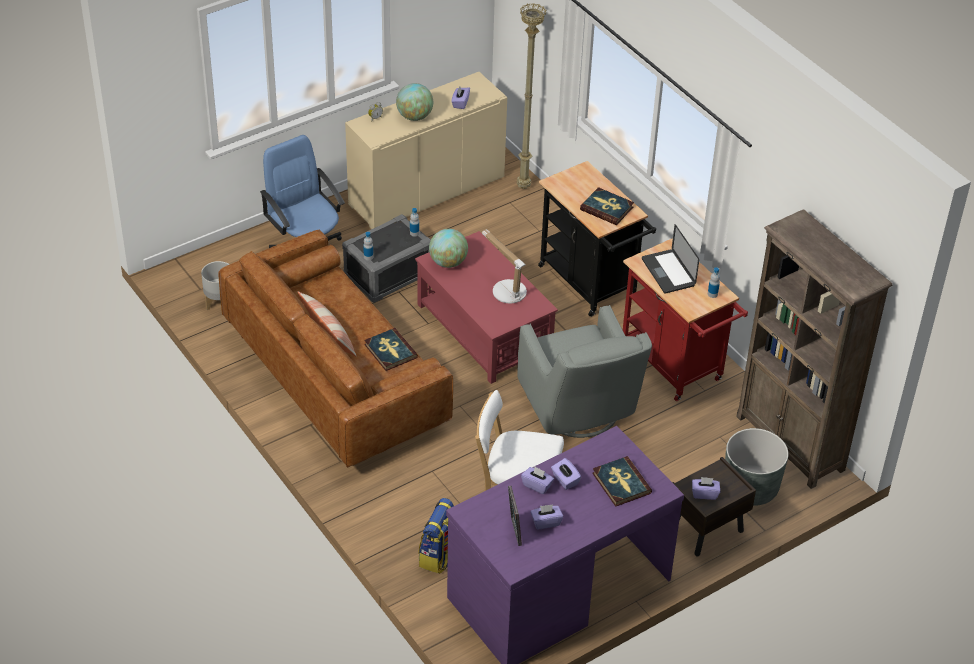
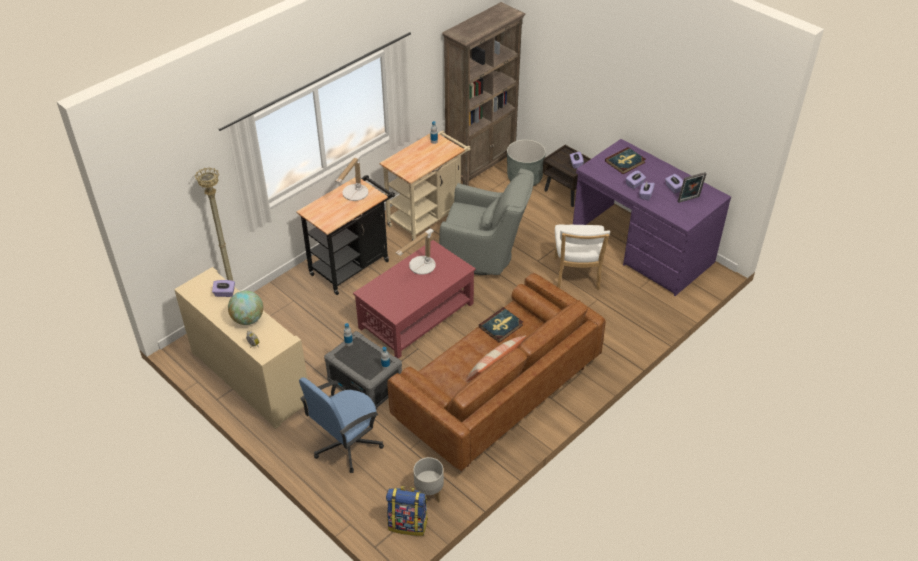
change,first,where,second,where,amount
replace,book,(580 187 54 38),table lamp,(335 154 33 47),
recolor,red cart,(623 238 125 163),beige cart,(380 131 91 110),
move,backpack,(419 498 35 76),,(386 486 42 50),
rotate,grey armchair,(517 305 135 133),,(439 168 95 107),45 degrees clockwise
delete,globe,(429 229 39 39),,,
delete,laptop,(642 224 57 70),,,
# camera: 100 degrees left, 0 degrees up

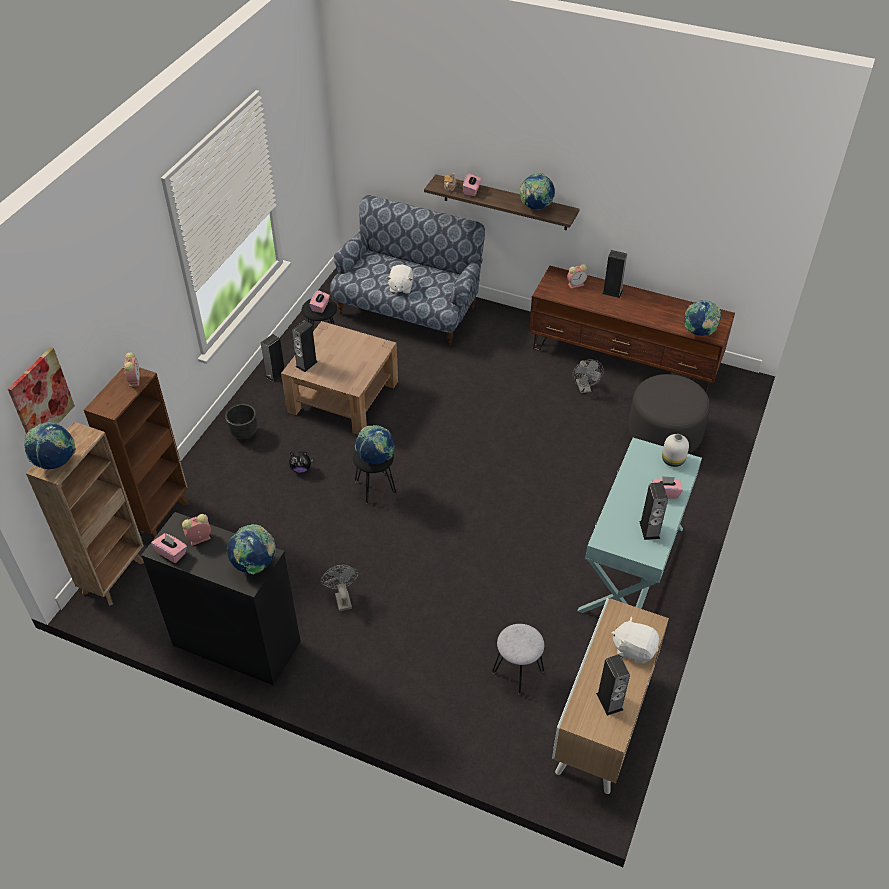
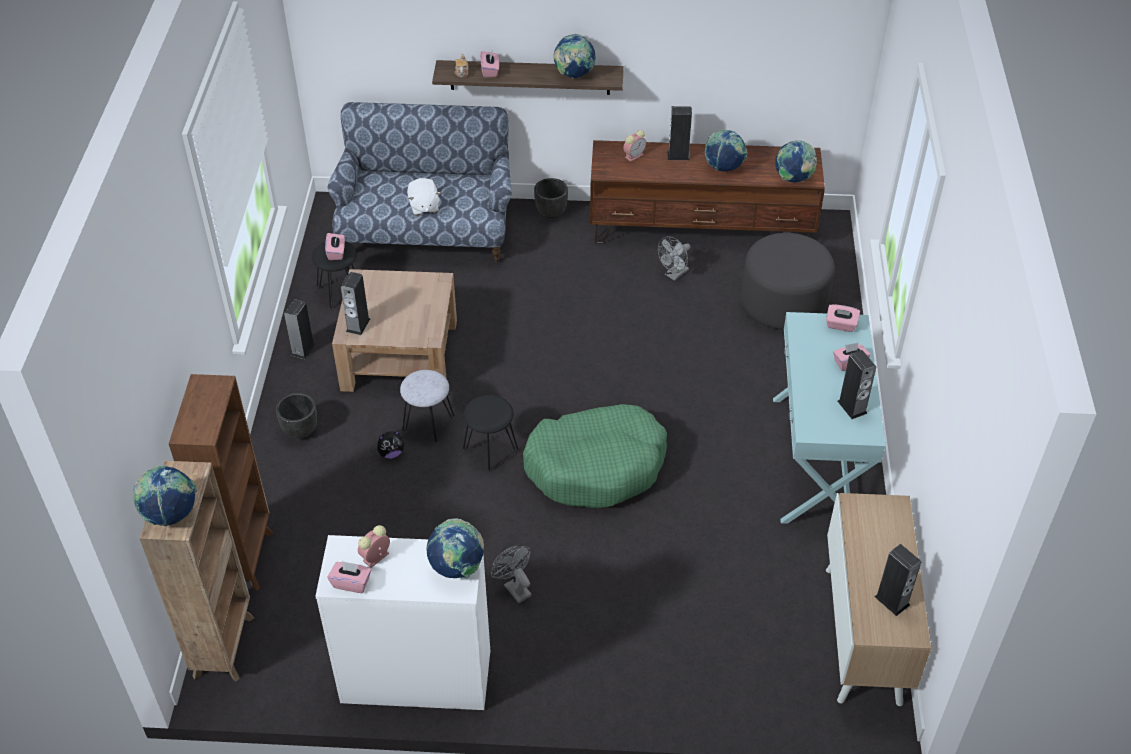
change,first,where,second,where,amount
recolor,black dresser,(141 512 159 174),white dresser,(315 535 175 175),
move,grey stool,(492 624 52 71),,(400 370 54 74),
insert,,,green dog bed,(523 404 144 104),
insert,,,black planter,(534 178 34 40),
rotate,grey fan,(572 360 32 33),,(658 236 32 45),75 degrees clockwise
move,globe,(355 425 40 39),,(705 130 42 42),
replace,white vase,(662 434 27 33),pink tissue box,(826 304 34 28),
delete,picture,(8 347 67 87),,,
delete,alarm clock,(123 352 17 35),,,
delete,white plush toy,(612 617 47 47),,,
# camera: 20 degrees left, 0 degrees up

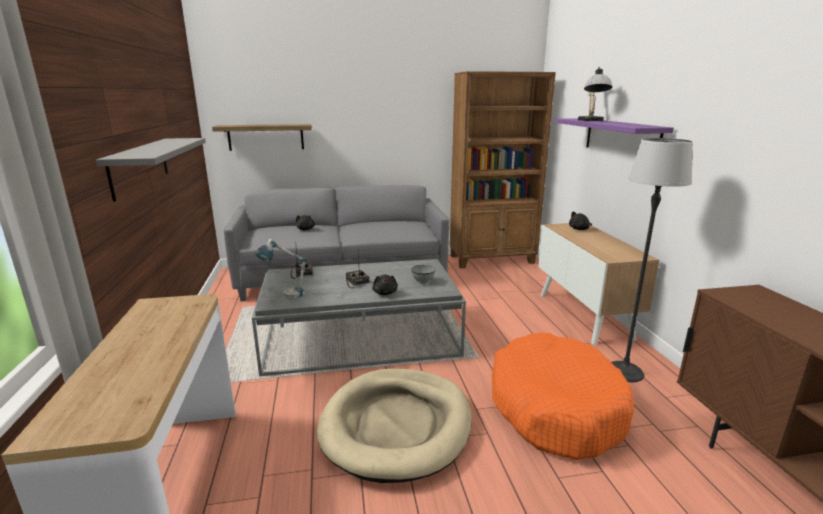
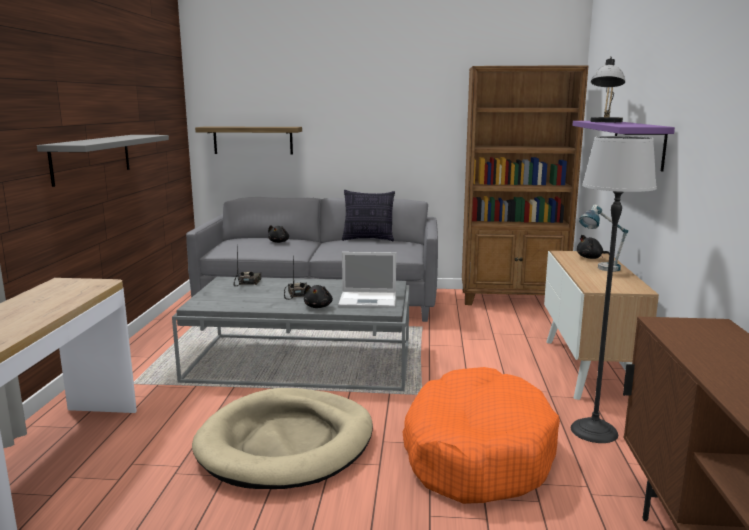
change,first,where,second,where,amount
replace,grey bowl,(411 265 24 19),laptop,(338 252 58 56),
insert,,,pillow,(342 190 53 51),
move,table lamp,(254 239 53 60),,(579 205 49 67),
# camera: 15 degrees right, 5 degrees down

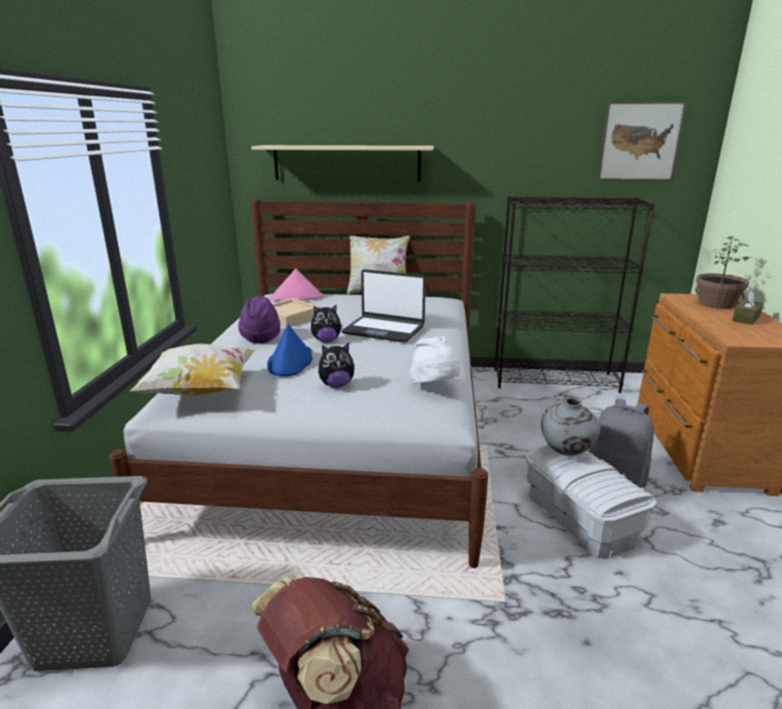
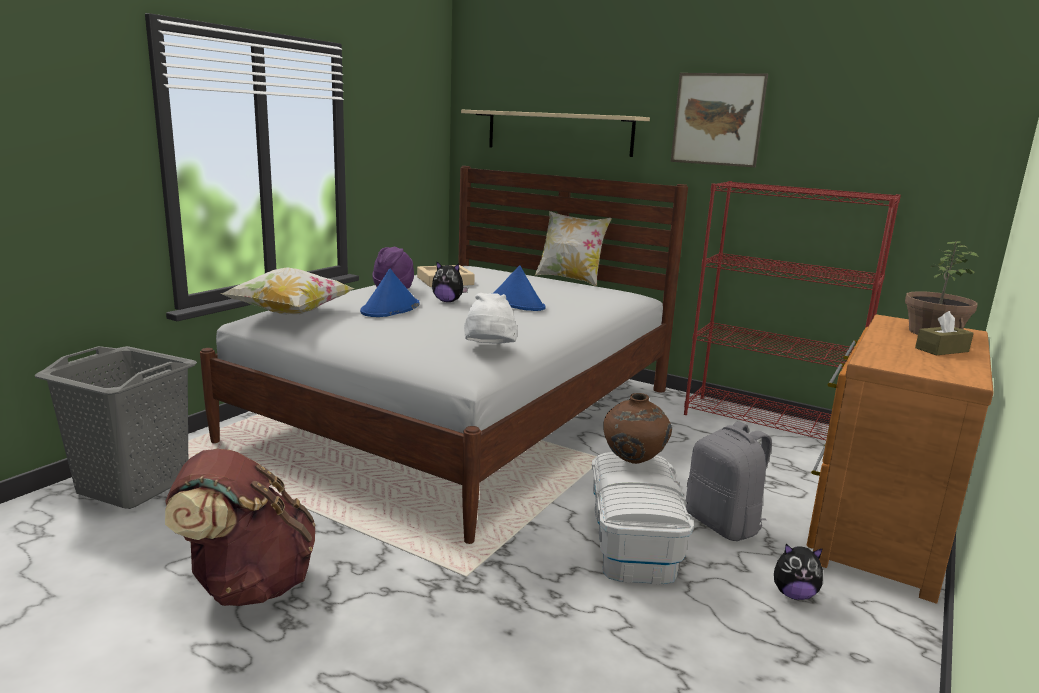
change,first,where,second,where,amount
replace,laptop,(342 269 84 74),blue hat,(494 265 52 46),
recolor,grey vase,(541 398 60 58),brown vase,(603 393 69 71),
move,picture,(597 101 90 80),,(671 73 97 94),
recolor,black bookcase,(495 196 160 197),red bookcase,(684 181 217 259),
move,plush toy,(318 343 37 45),,(774 544 49 56),
delete,pink hat,(270 269 53 32),,,
# camera: 25 degrees right, 5 degrees down

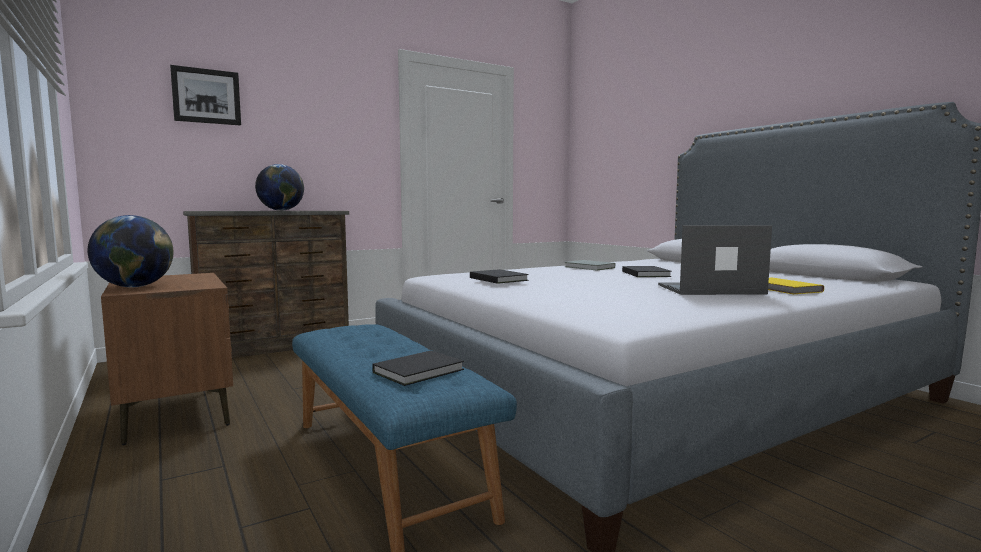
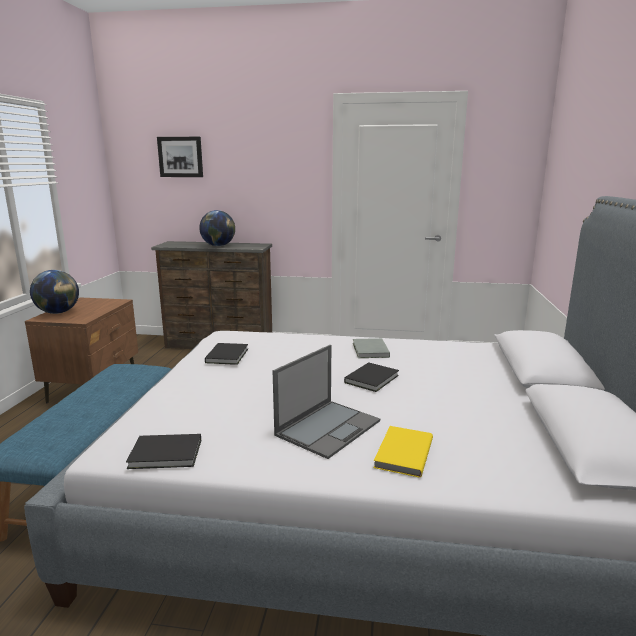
change,first,where,second,where,amount
move,black book,(372 351 92 35),,(126 434 75 35),
rotate,laptop,(658 225 114 70),,(273 345 107 114),90 degrees clockwise
# camera: 40 degrees right, 10 degrees up

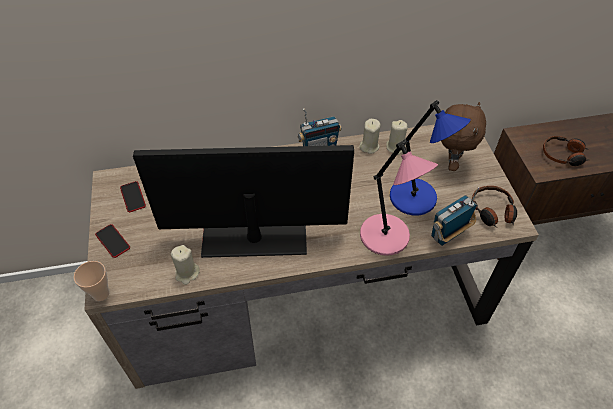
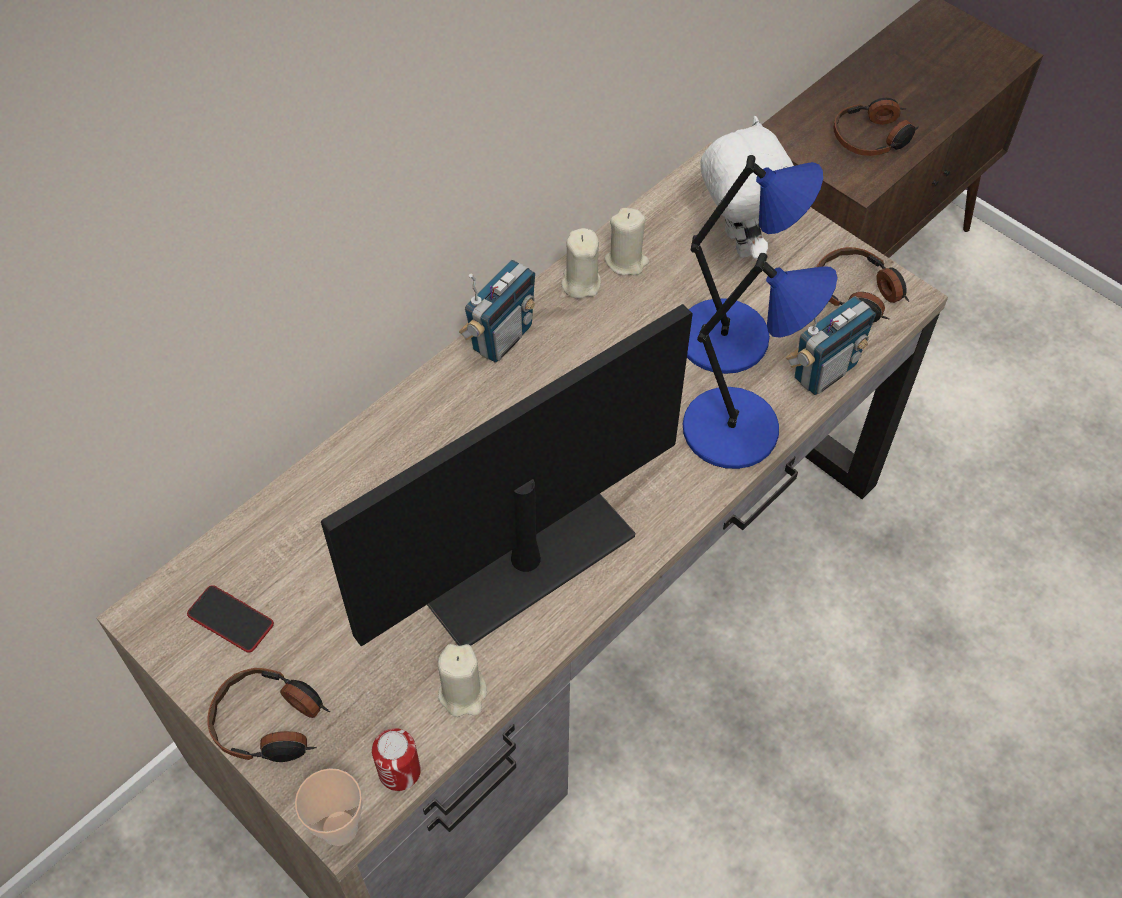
change,first,where,second,where,amount
replace,phone,(95 224 35 34),headphones,(207 668 123 94),
insert,,,can,(372 728 49 63),
recolor,pink table lamp,(360 140 78 116),blue table lamp,(683 253 154 216),
recolor,brown plush toy,(441 102 45 69),white plush toy,(700 116 94 143),
rotate,radio,(431 187 49 59),,(786 296 90 99),150 degrees counterclockwise
# camera: 35 degrees left, 5 degrees up

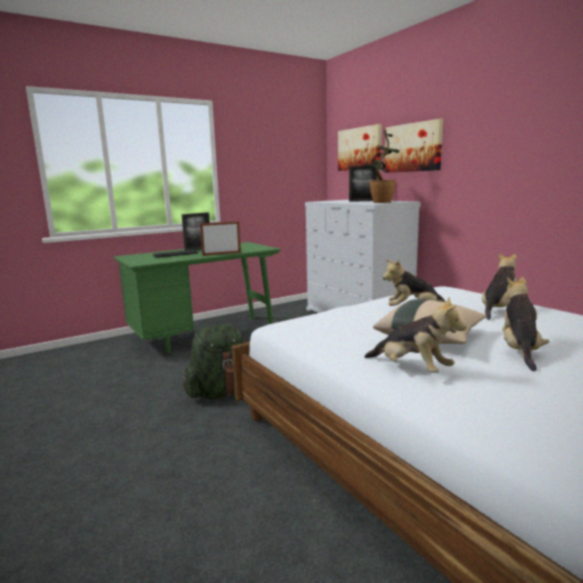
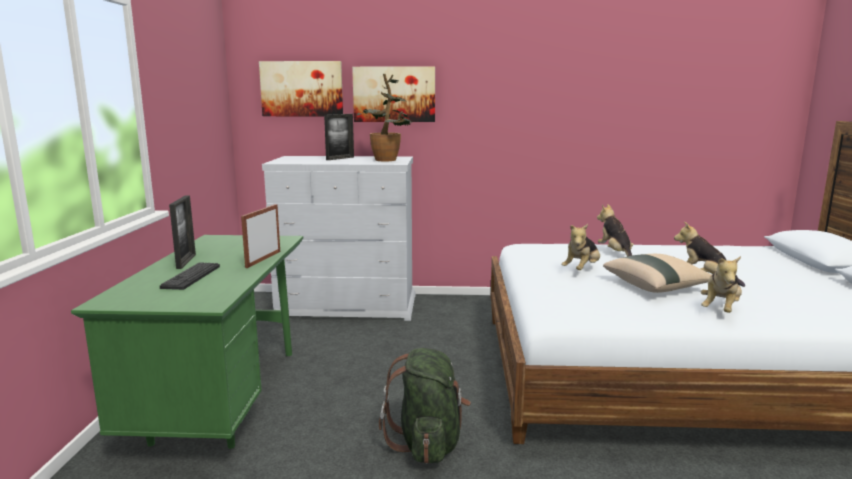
change,first,where,second,where,amount
rotate,plush toy,(364 297 103 76),,(701 256 41 57),135 degrees clockwise
# camera: 55 degrees left, 0 degrees up

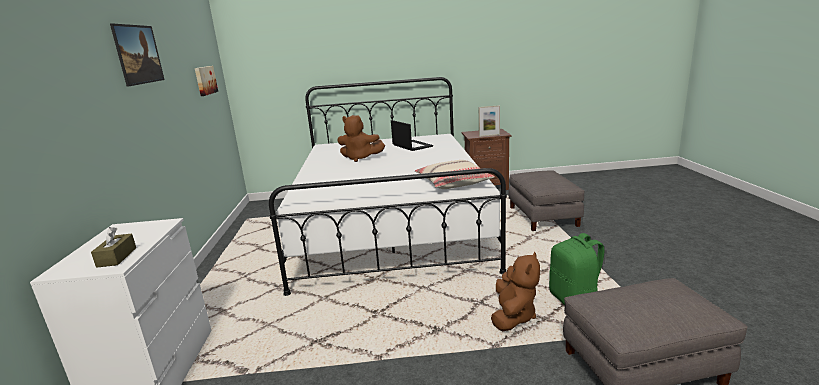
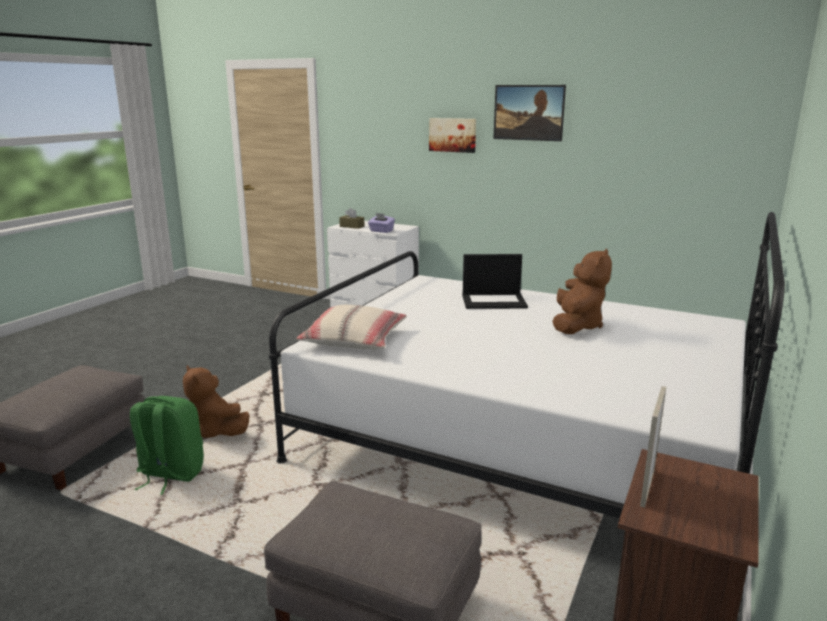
change,first,where,second,where,amount
insert,,,purple tissue box,(368 213 27 20),
move,picture,(195 66 23 30),,(429 118 47 35),
move,laptop,(391 120 42 31),,(462 254 66 55),
rotate,brown plush toy,(337 115 48 47),,(552 248 60 86),150 degrees clockwise
# camera: 120 degrees right, 0 degrees up

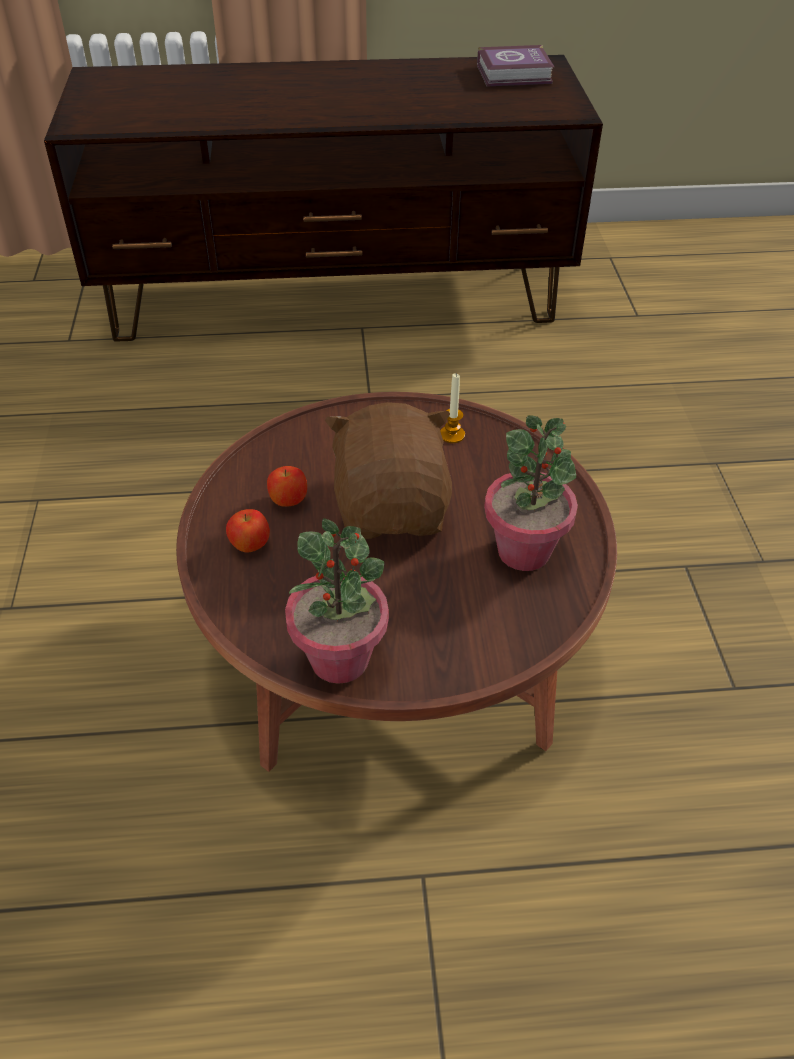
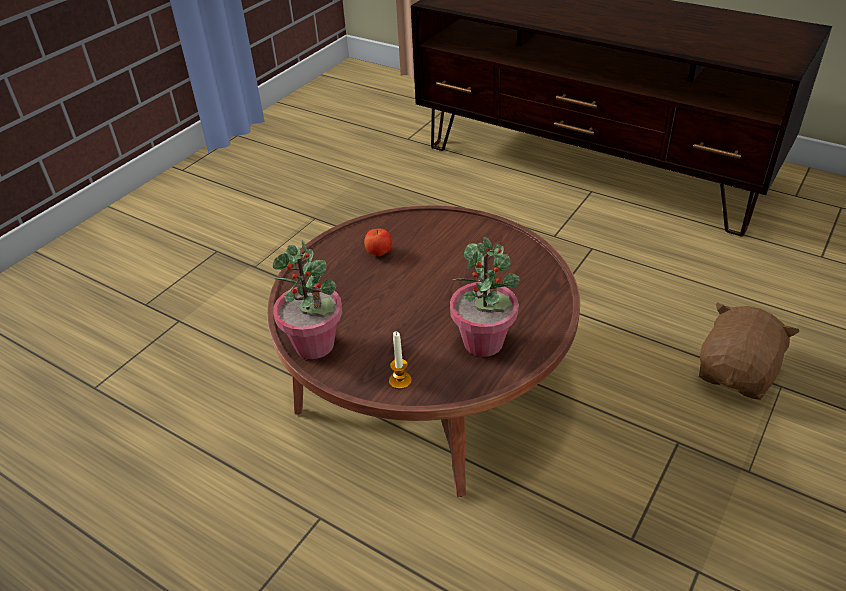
change,first,where,second,where,amount
move,candle,(440 373 25 70),,(389 332 23 57),
move,brown plush toy,(325 402 127 137),,(699 303 101 97),
delete,apple,(226 509 44 44),,,
delete,book,(477 45 77 41),,,
# camera: 40 degrees right, 5 degrees down

